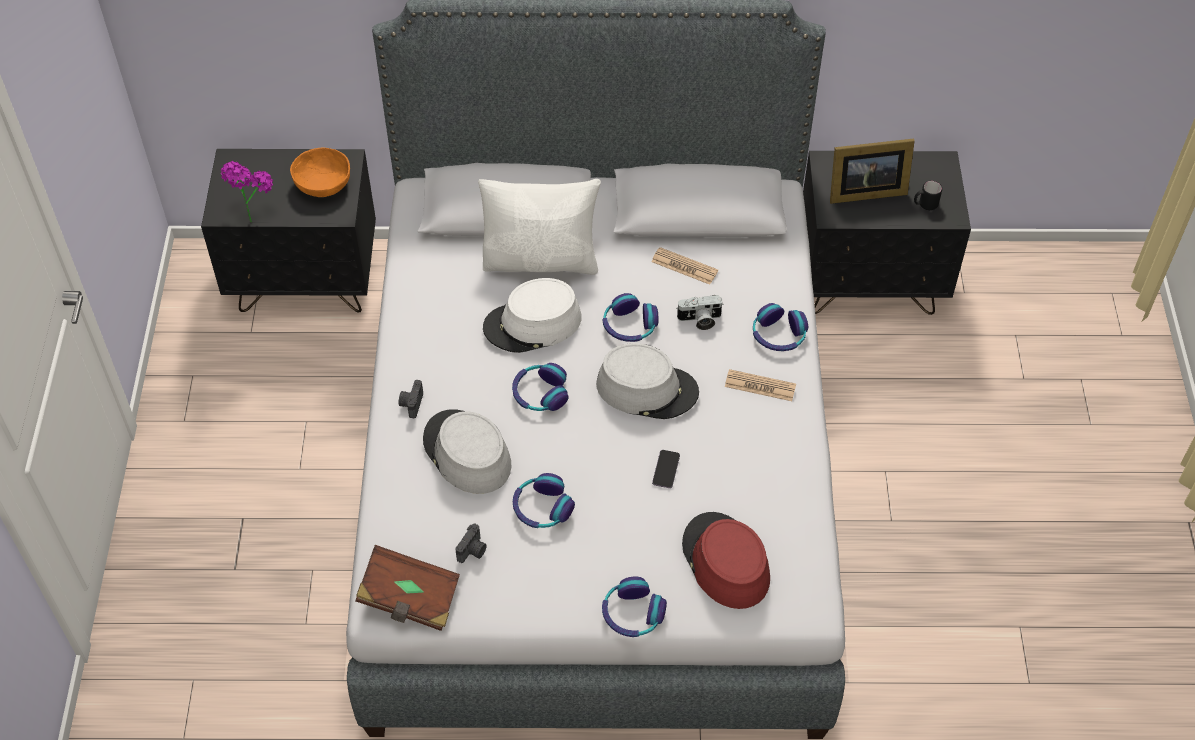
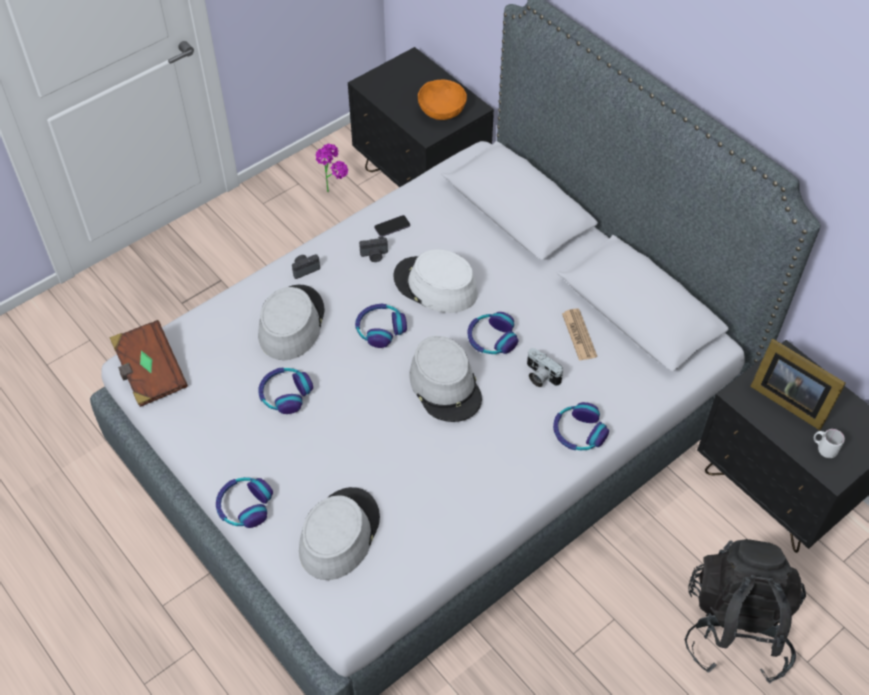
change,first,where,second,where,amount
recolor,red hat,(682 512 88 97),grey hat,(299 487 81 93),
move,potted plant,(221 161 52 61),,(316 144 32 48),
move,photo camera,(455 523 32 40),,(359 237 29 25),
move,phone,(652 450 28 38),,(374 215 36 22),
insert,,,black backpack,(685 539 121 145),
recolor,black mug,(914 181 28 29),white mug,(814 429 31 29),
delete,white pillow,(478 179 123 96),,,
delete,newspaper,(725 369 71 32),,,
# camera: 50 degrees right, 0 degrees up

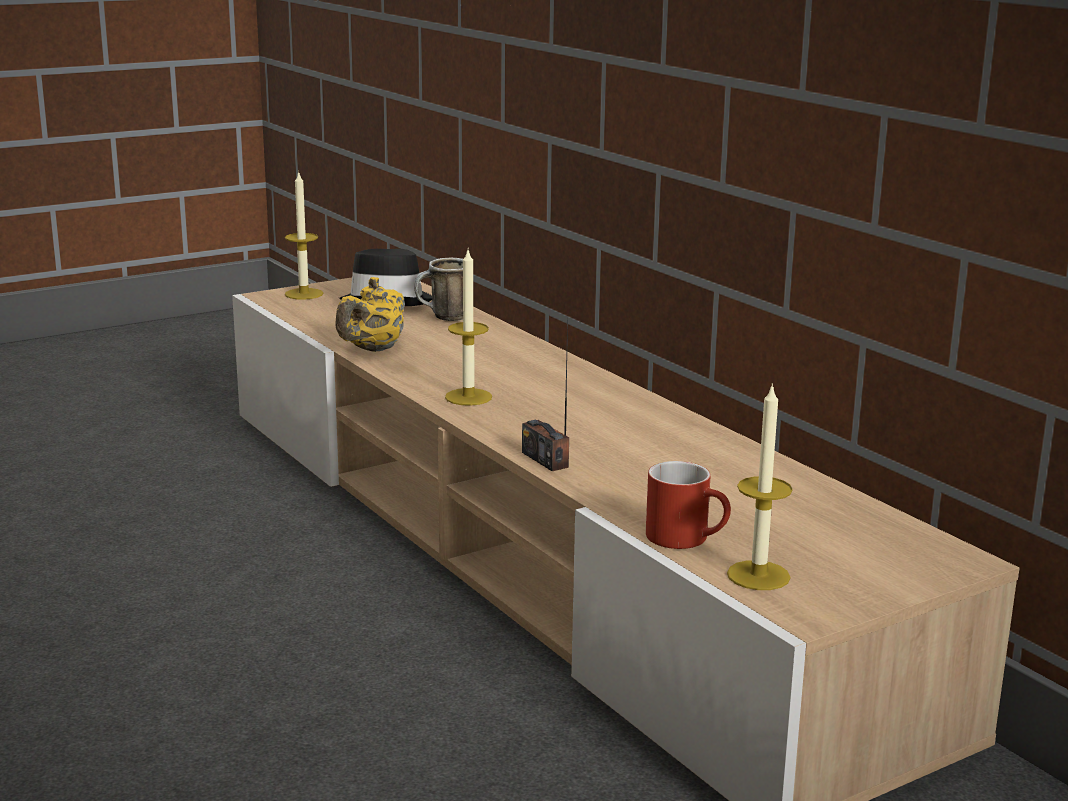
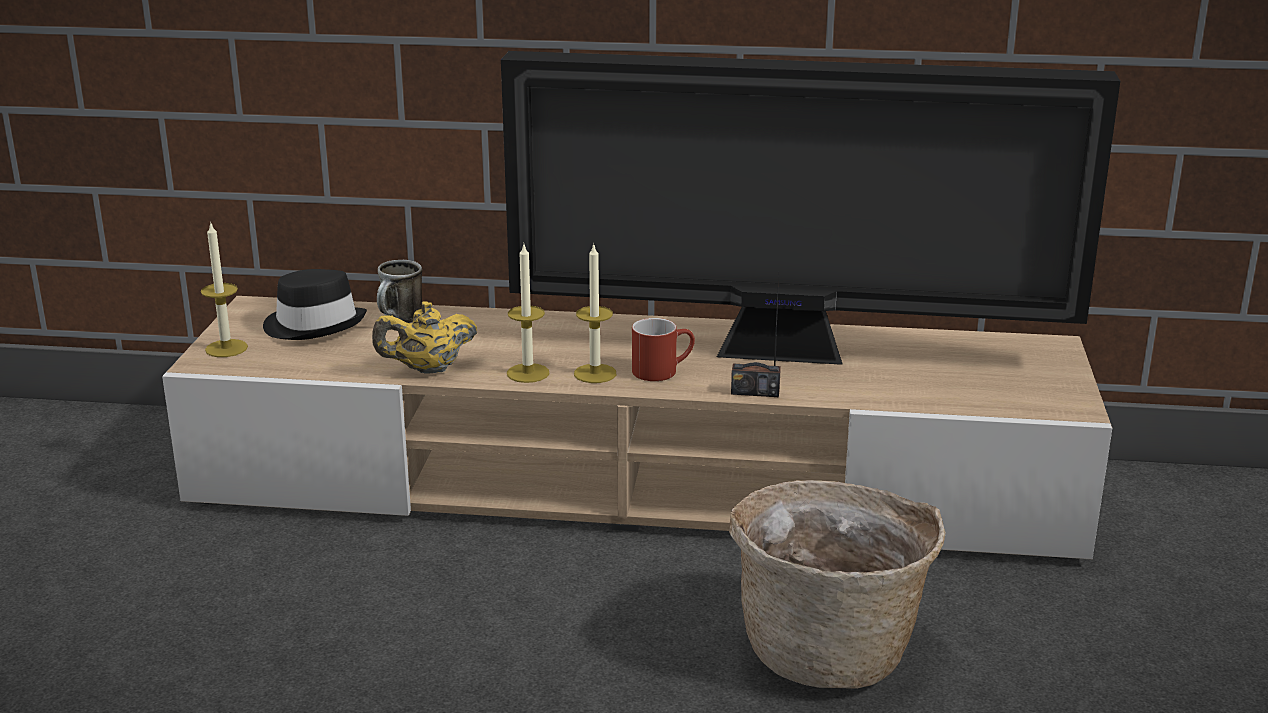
change,first,where,second,where,amount
rotate,yellow teapot,(335 277 70 75),,(372 301 105 72),90 degrees clockwise
insert,,,television,(501 51 619 314),
move,candle,(727 383 66 207),,(507 242 43 141),
move,red mug,(646 461 85 88),,(632 318 63 63),
insert,,,basket,(729 480 217 209),
# camera: 50 degrees left, 5 degrees up

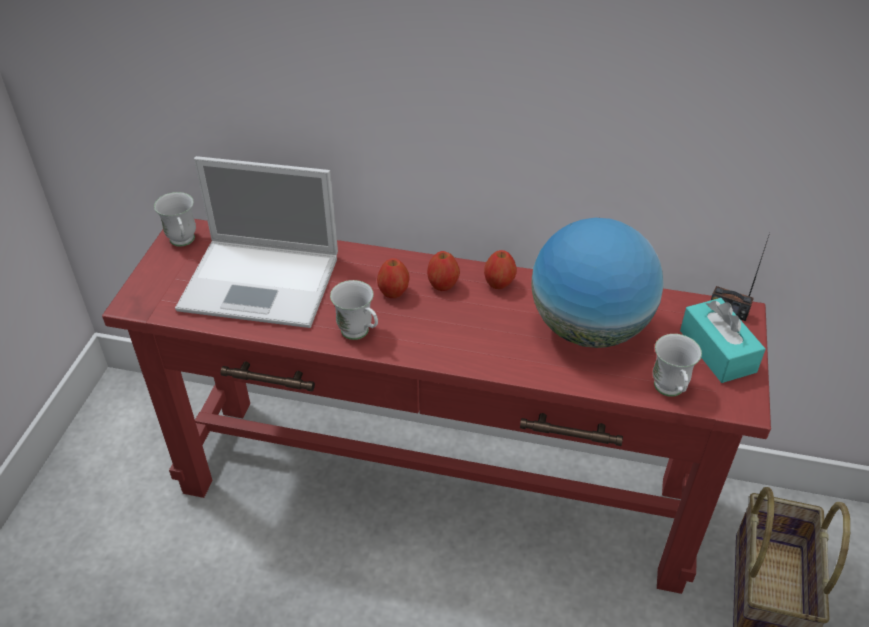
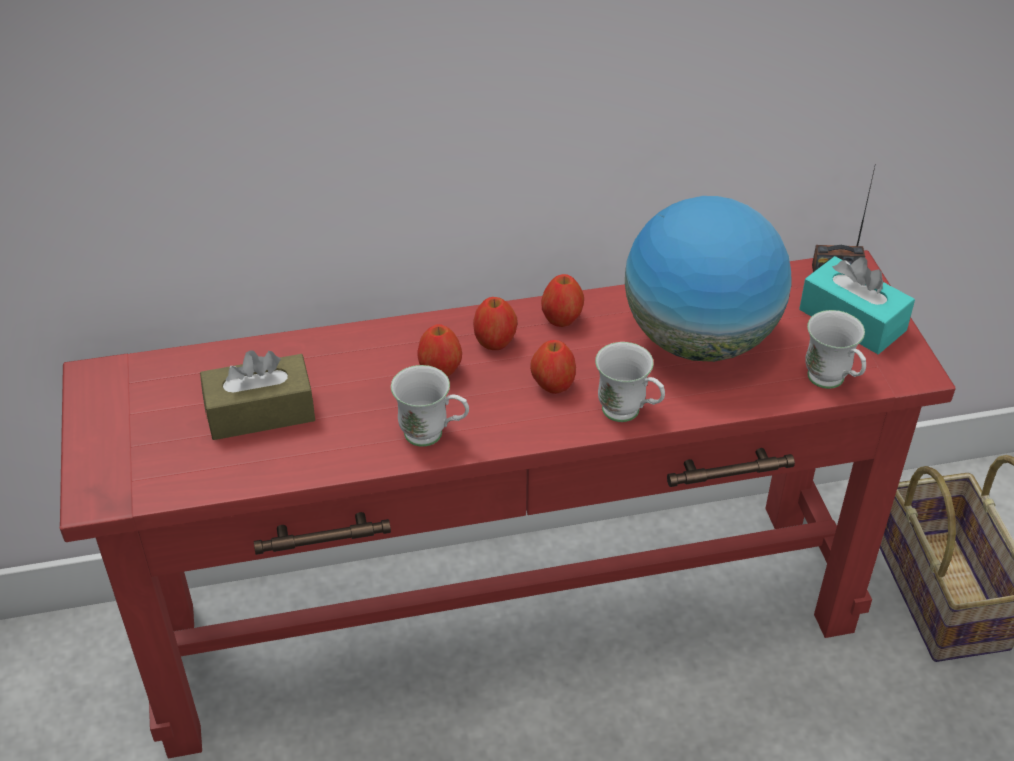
change,first,where,second,where,amount
replace,laptop,(175 156 163 172),brown tissue box,(200 350 115 90),
insert,,,apple,(530 340 46 54),
move,white mug,(154 192 42 55),,(595 342 70 80),
# camera: 25 degrees left, 0 degrees up

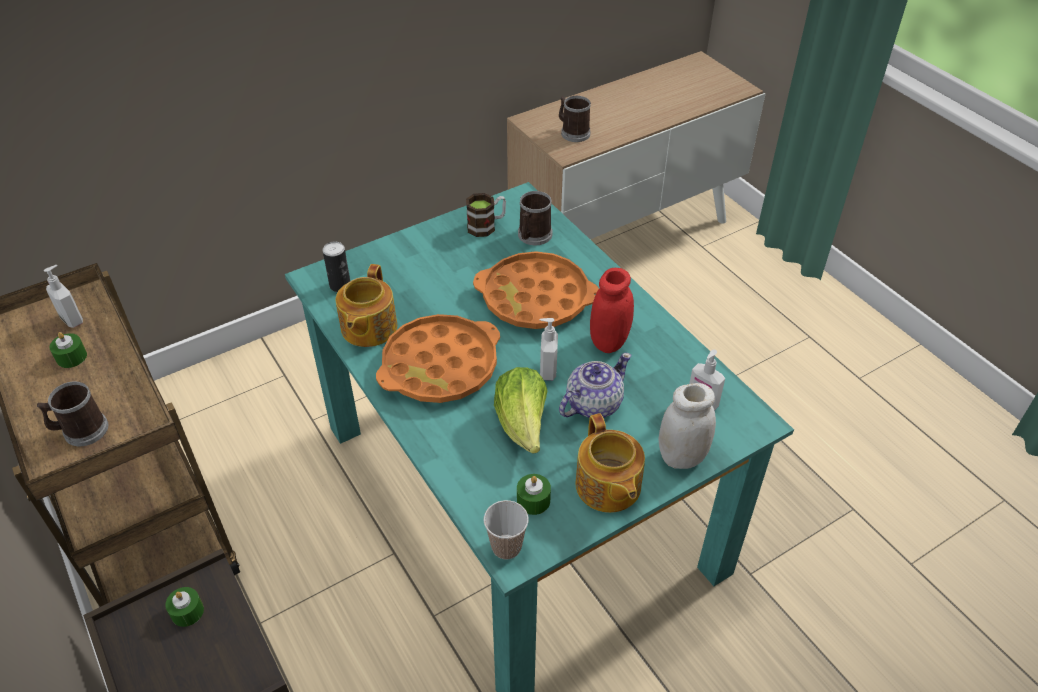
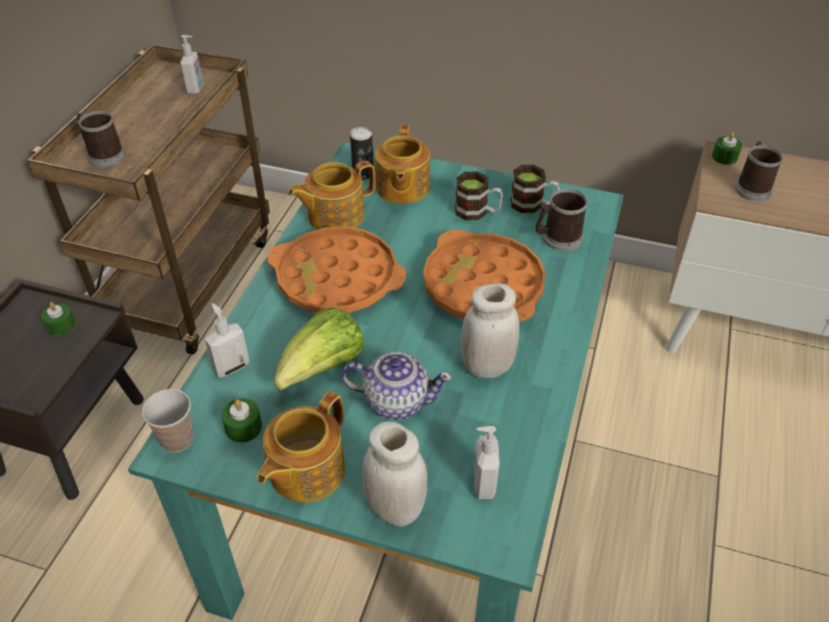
change,first,where,second,where,amount
move,soap dispenser,(540 318 18 62),,(205 303 45 74),
insert,,,teapot,(375 125 55 79),
insert,,,mug,(455 171 48 50),
recolor,red jar,(590 268 44 85),white jar,(461 283 59 95),
move,green candle,(50 332 37 36),,(712 132 30 33),
# camera: 50 degrees right, 0 degrees up

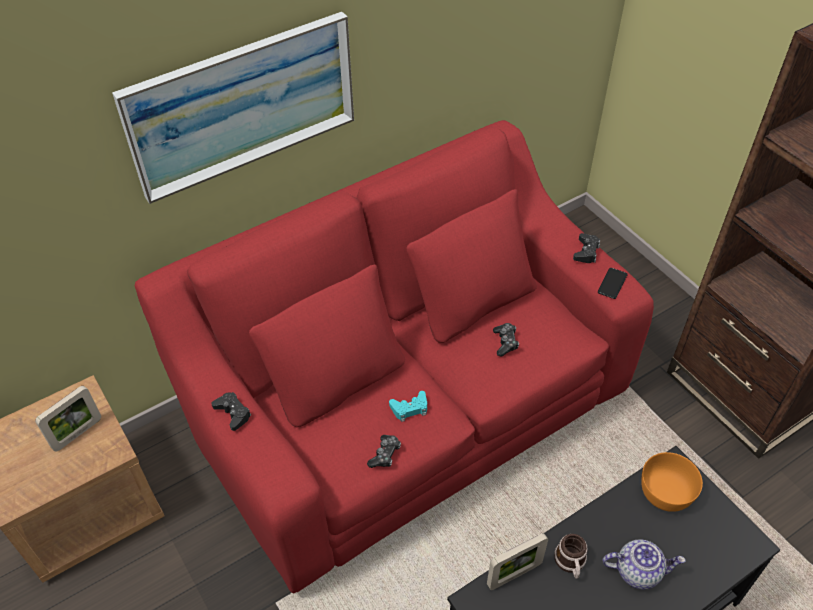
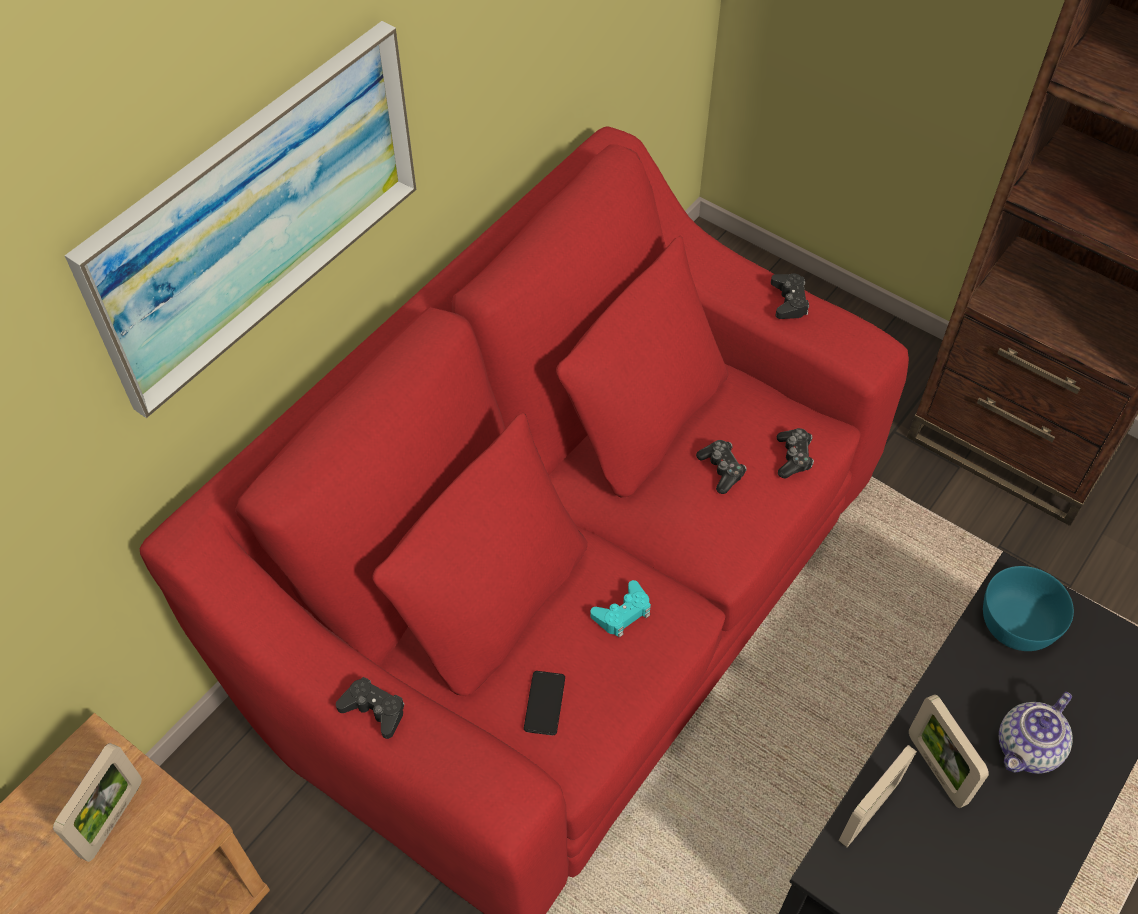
change,first,where,second,where,amount
move,phone,(598 268 30 31),,(524 671 41 65),
move,game controller,(367 435 34 33),,(777 428 37 50),
replace,mug,(554 534 34 45),picture frame,(909 694 80 114),
recolor,orange bowl,(641 452 62 60),turquoise bowl,(983 566 91 85),
rotate,teapot,(602 539 84 51),,(999 692 74 82),150 degrees clockwise
# camera: 20 degrees left, 5 degrees up

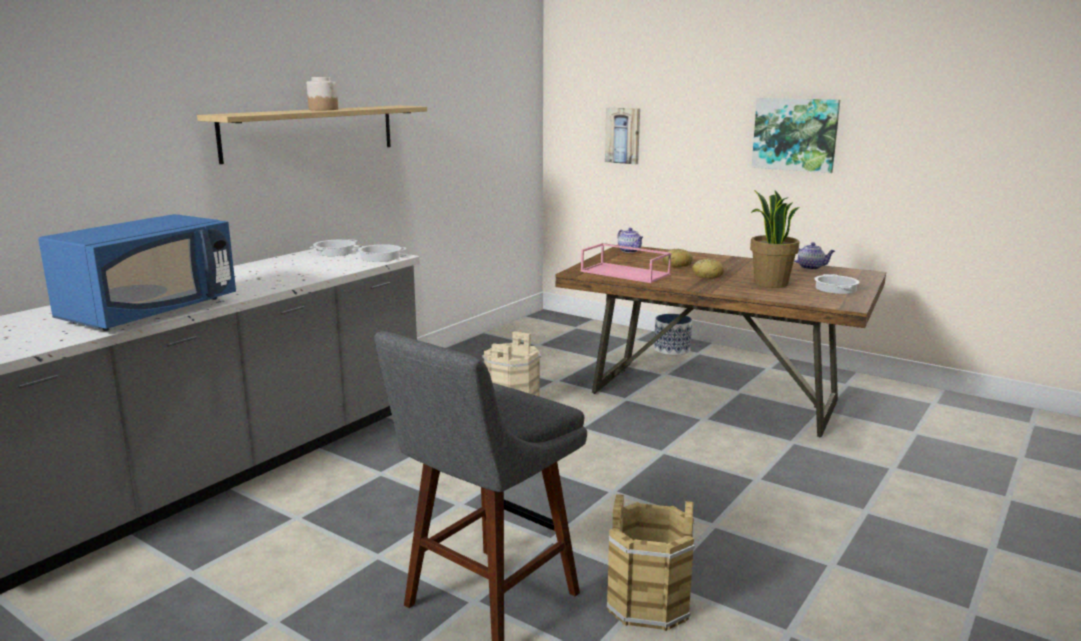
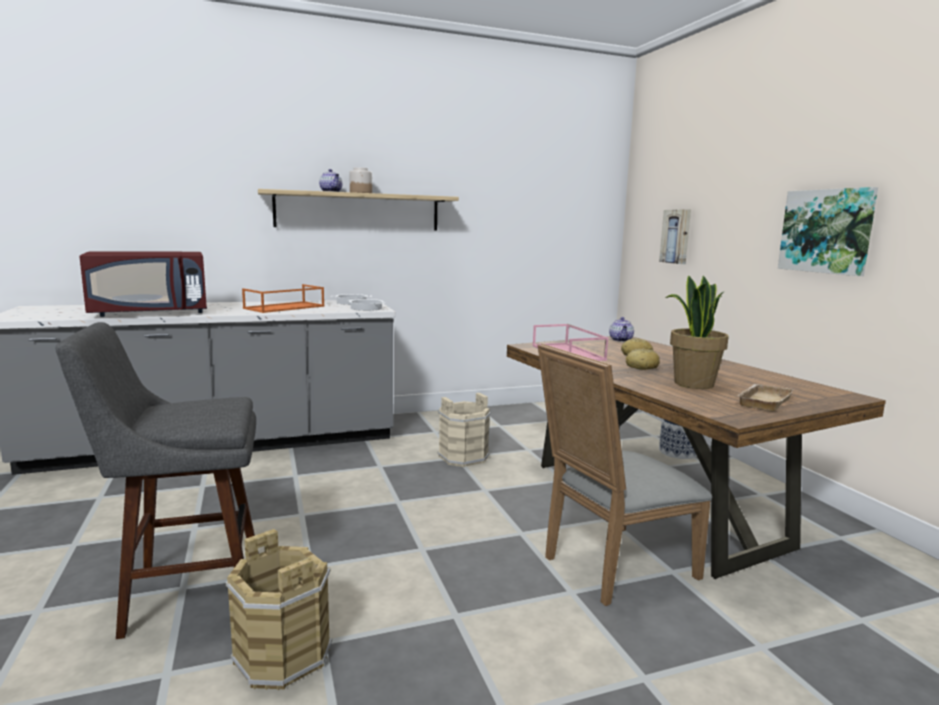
change,first,where,second,where,amount
recolor,blue microwave,(38 214 198 117),red microwave,(79 251 128 66),
insert,,,orange tray,(242 284 83 29),
move,teapot,(794 242 41 28),,(319 169 23 23),
insert,,,grey chair,(538 344 174 262),
replace,cooking pot,(814 274 46 20),beige tray,(737 384 57 27),
# camera: 35 degrees right, 5 degrees down

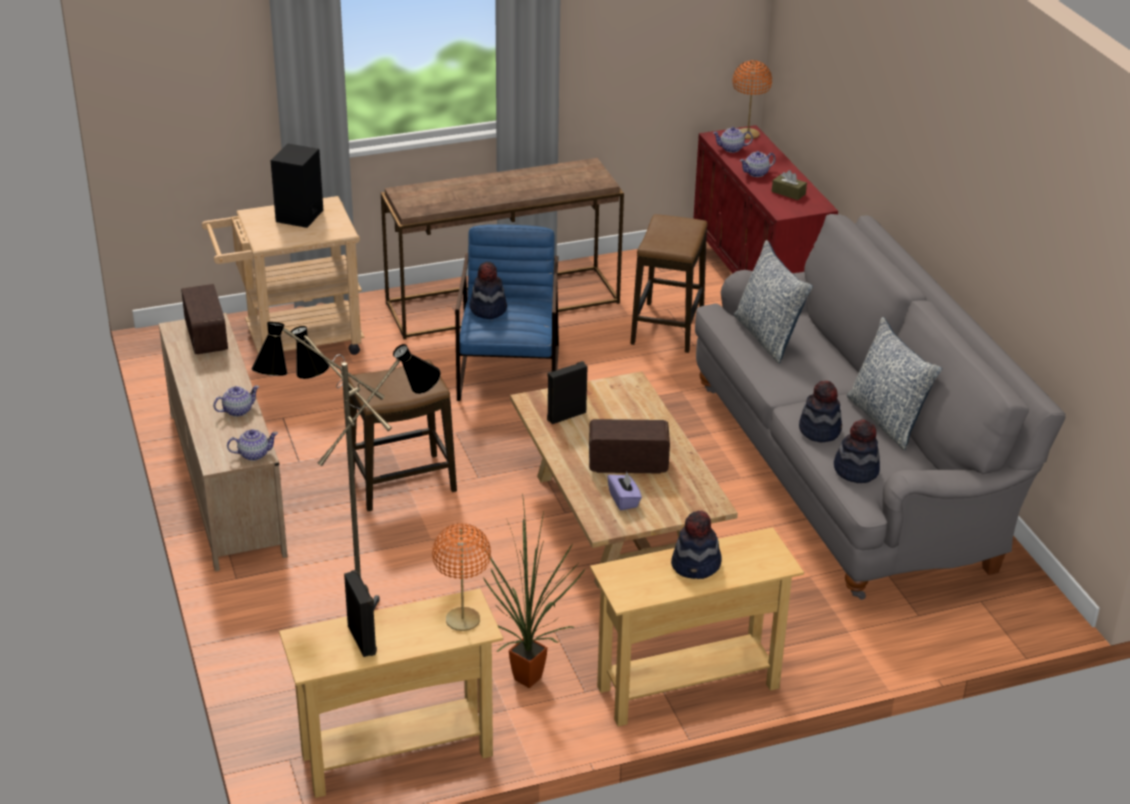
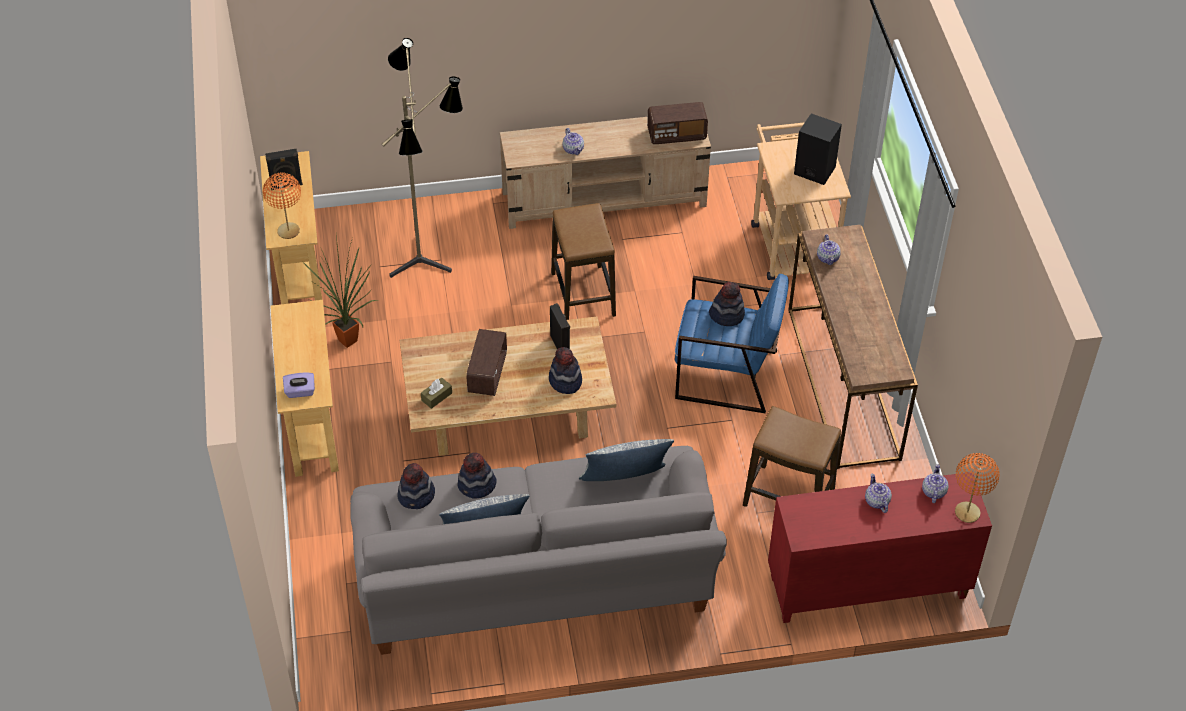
change,first,where,second,where,amount
move,purple tissue box,(607 472 35 38),,(283 373 32 25),
move,brown tissue box,(772 170 35 30),,(421 378 31 31),
move,hat,(671 510 51 69),,(549 347 33 47),
move,teapot,(227 429 51 32),,(817 234 24 31),
# camera: 100 degrees right, 15 degrees up

